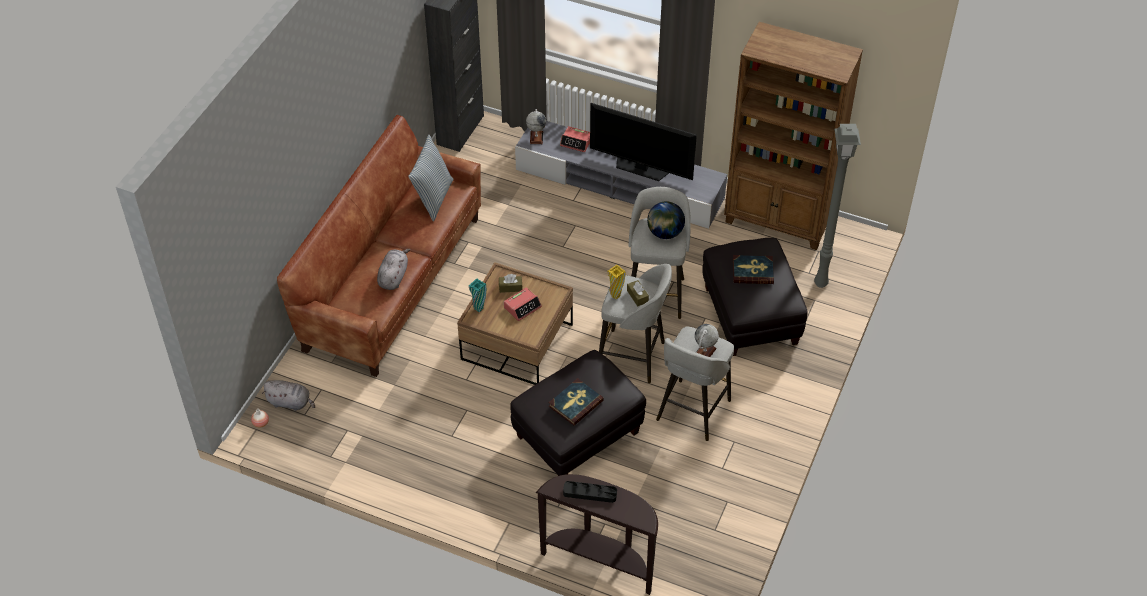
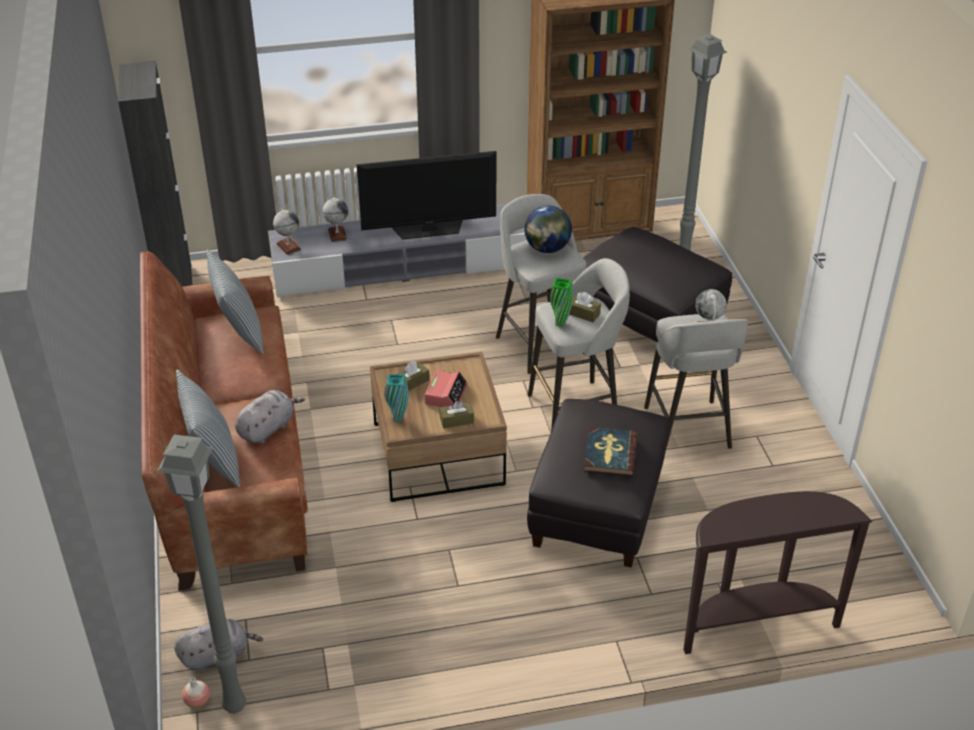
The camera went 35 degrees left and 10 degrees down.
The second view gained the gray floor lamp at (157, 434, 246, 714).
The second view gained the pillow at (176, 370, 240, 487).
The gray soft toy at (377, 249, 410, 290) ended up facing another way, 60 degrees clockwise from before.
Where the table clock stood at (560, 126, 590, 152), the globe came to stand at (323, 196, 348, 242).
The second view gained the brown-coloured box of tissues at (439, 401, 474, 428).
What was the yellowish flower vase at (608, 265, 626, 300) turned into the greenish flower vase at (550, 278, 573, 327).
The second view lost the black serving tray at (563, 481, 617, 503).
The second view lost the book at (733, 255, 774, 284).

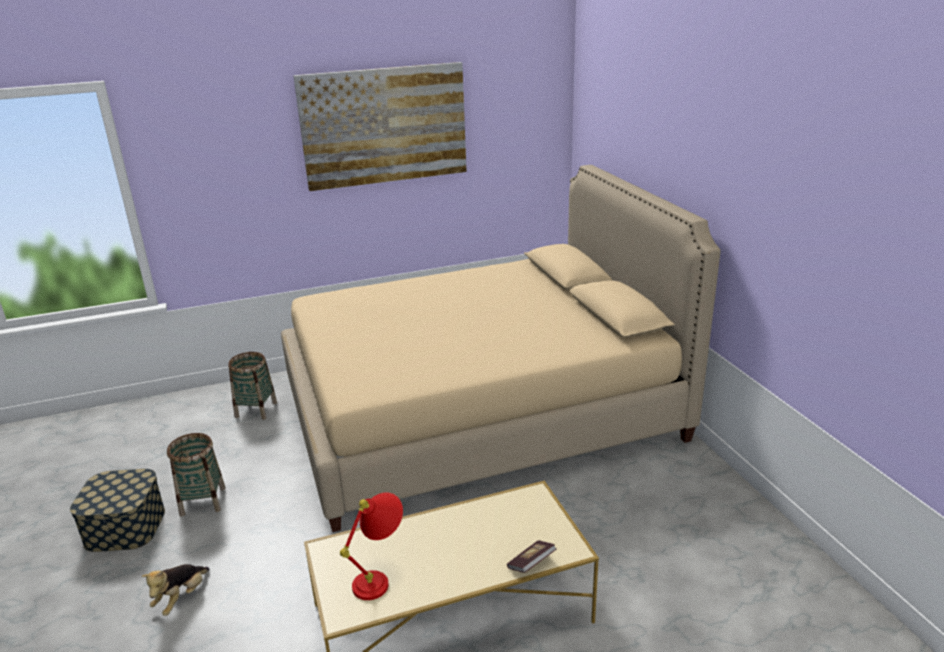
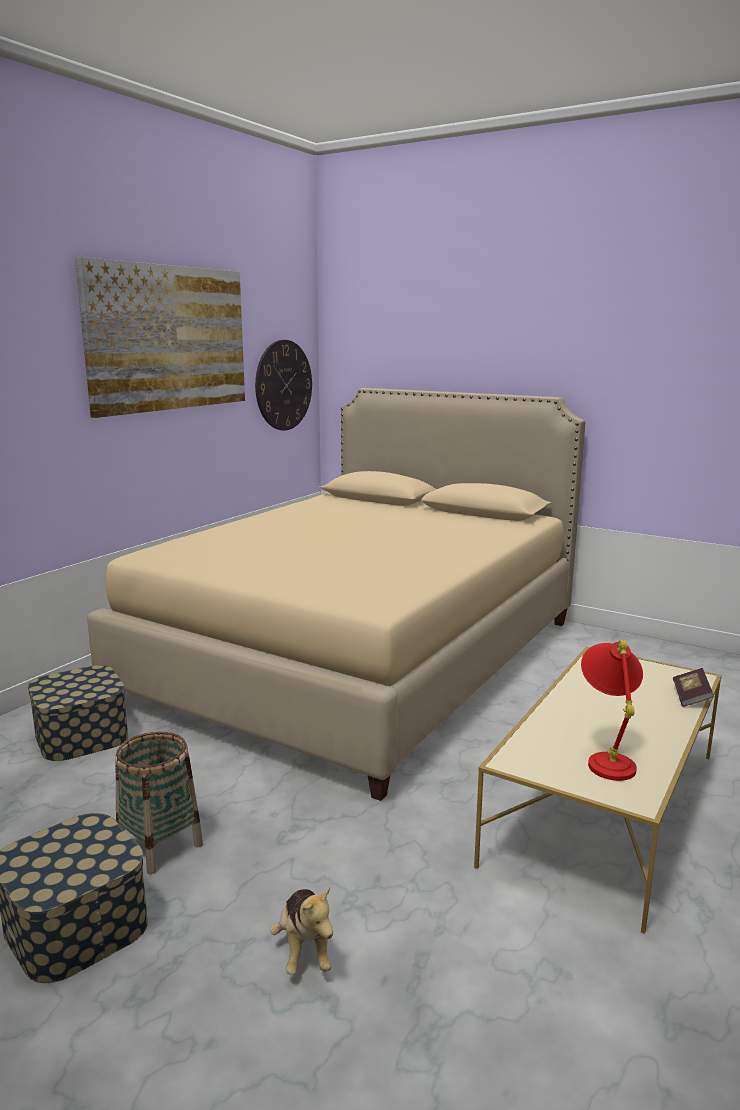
The camera went 40 degrees left and 10 degrees down.
Where the storage basket stood at (228, 352, 277, 420), the storage container came to stand at (28, 665, 128, 761).
The second view gained the clock on the wall at (255, 340, 312, 430).

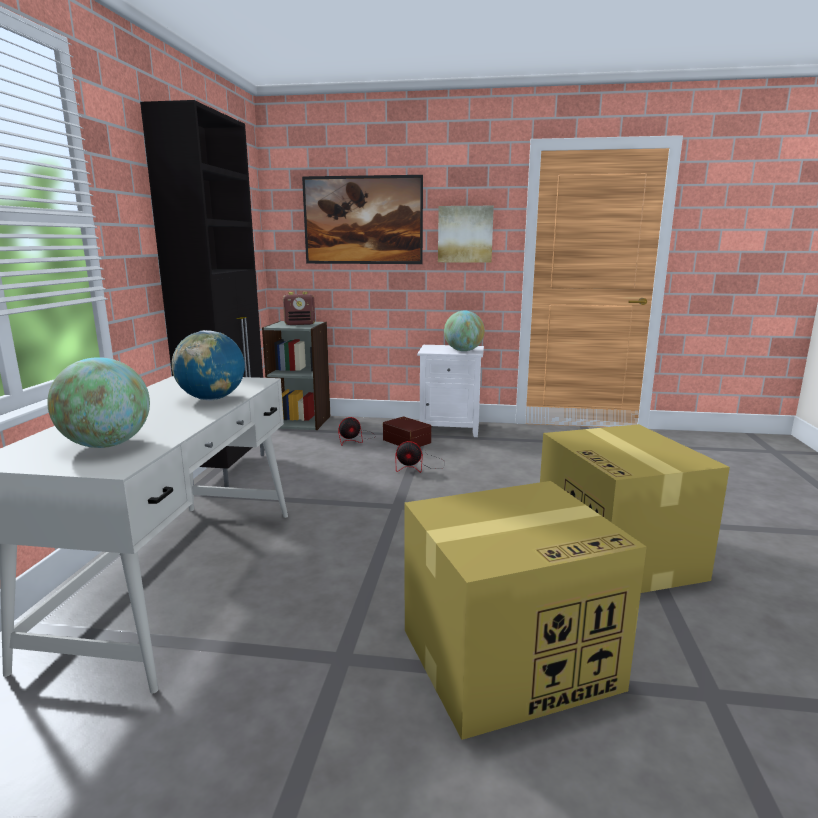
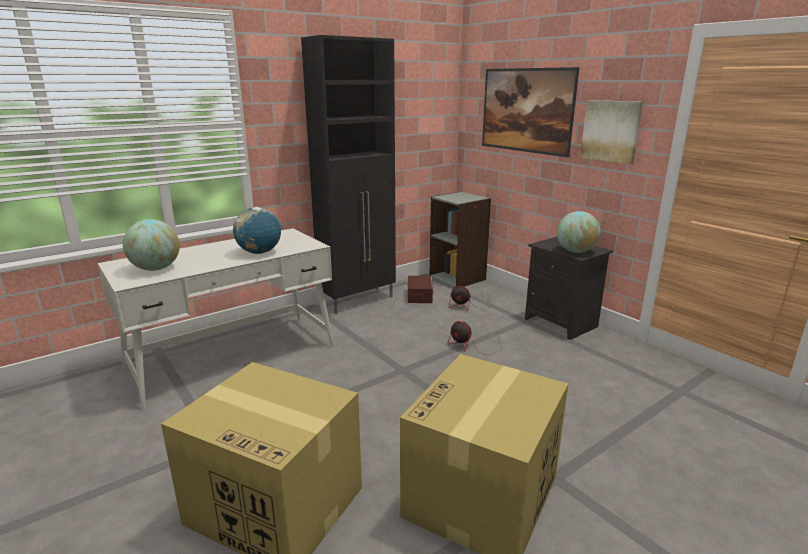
The camera went 45 degrees right and 5 degrees up.
The brown-coloured storage container ended up elsewhere, having gone from (383, 416, 431, 447) to (408, 276, 434, 303).
What was the white bedside table at (417, 345, 484, 437) turned into the black bedside table at (525, 237, 613, 340).
The second view lost the radio set at (283, 292, 315, 325).

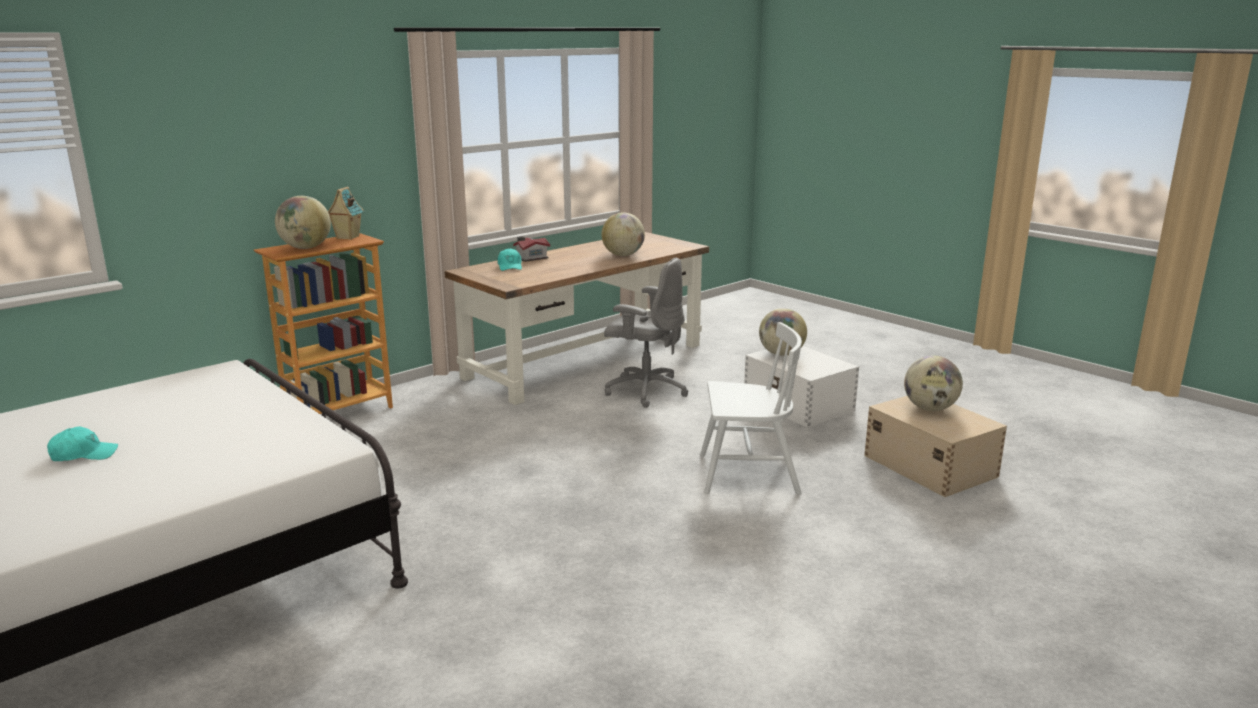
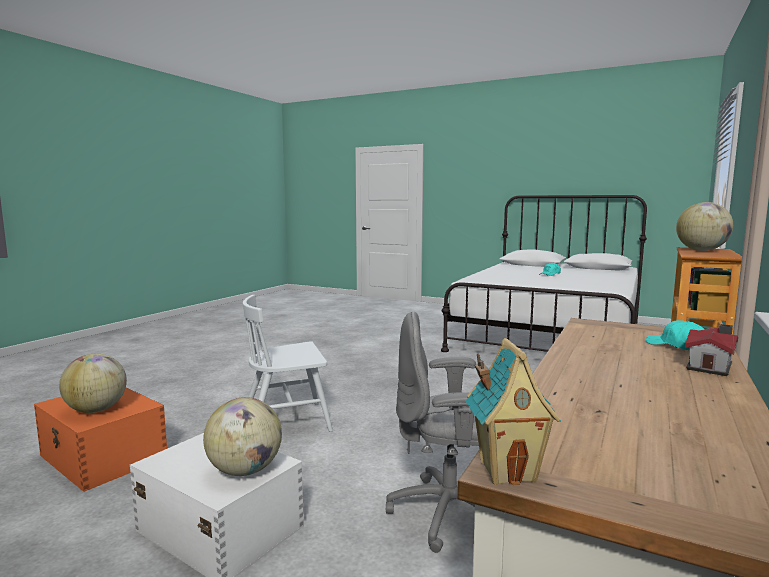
The camera went 160 degrees right and 10 degrees down.
What was the beige-coloured storage container at (864, 396, 1007, 497) turned into the orangey storage container at (34, 388, 167, 492).
The miniature house ended up elsewhere, having gone from (328, 187, 364, 240) to (465, 338, 561, 485).
The second view lost the globe at (601, 212, 645, 256).

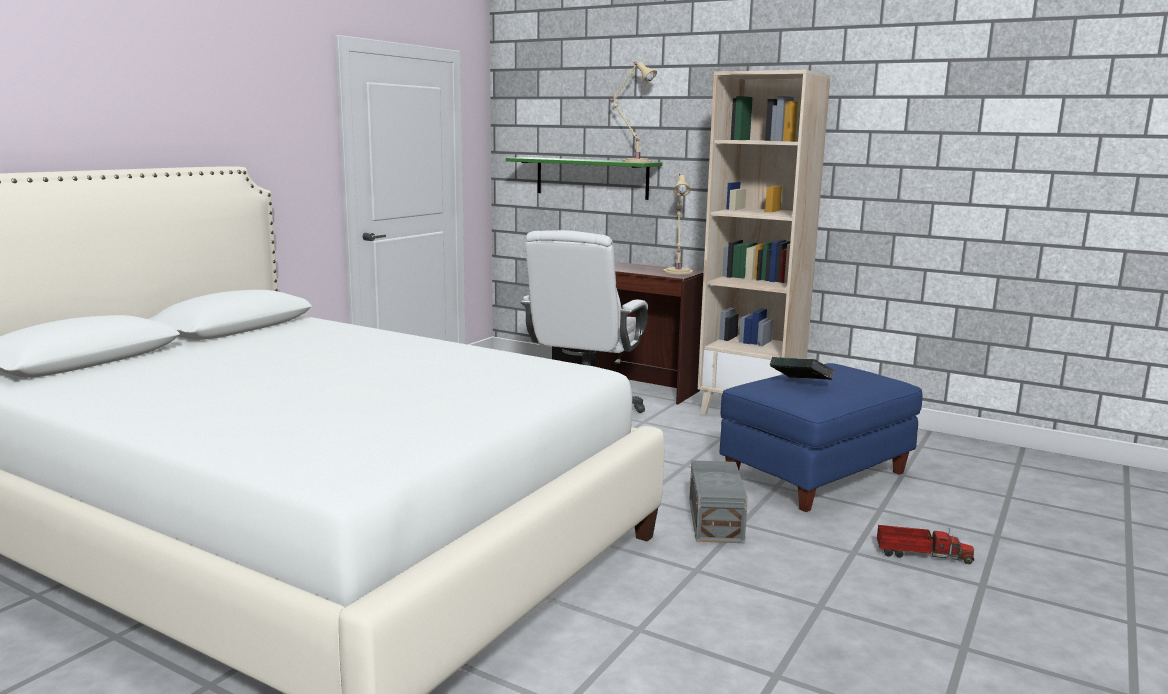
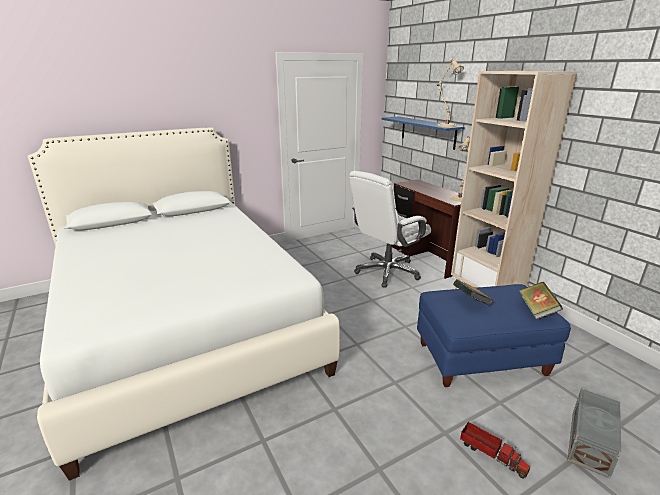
The camera went 30 degrees right and 10 degrees up.
What was the greenish shelf at (506, 157, 662, 200) turned into the bluish shelf at (382, 116, 465, 150).
The second view gained the book at (519, 282, 563, 320).
The gray storage container ended up elsewhere, having gone from (689, 460, 748, 543) to (567, 389, 621, 479).

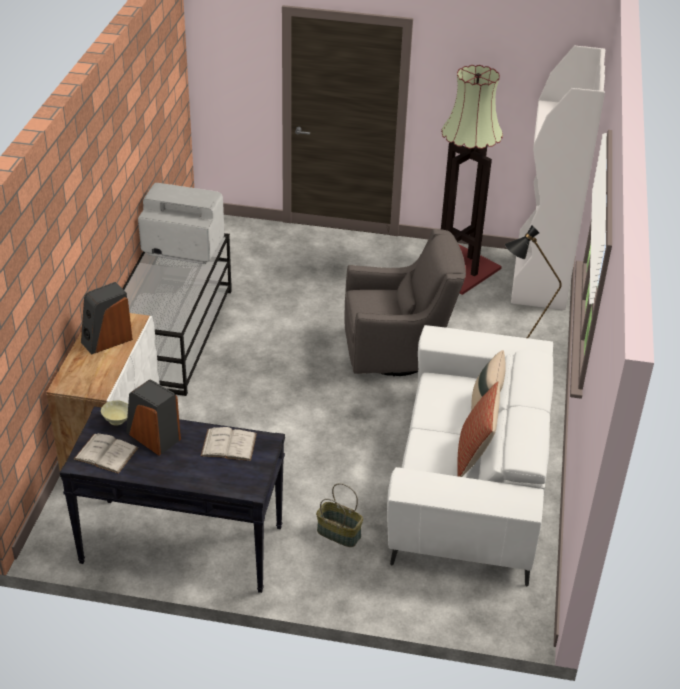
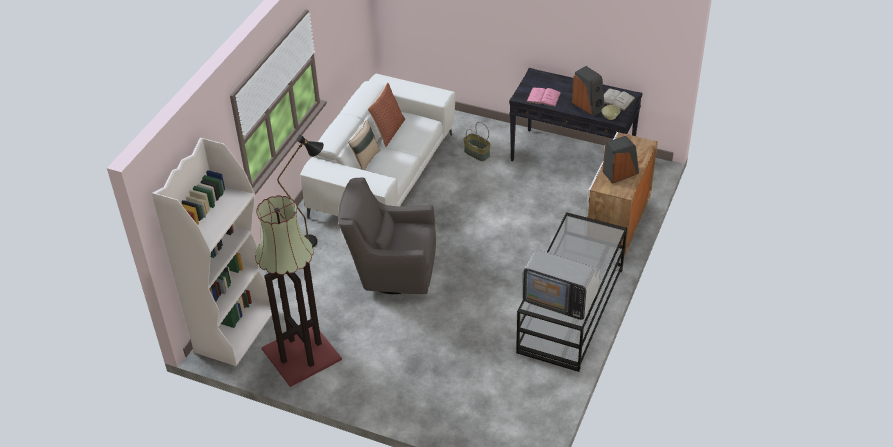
The camera went 165 degrees left and 5 degrees up.
What was the white book at (201, 427, 257, 461) turned into the pink-coloured book at (526, 87, 561, 107).

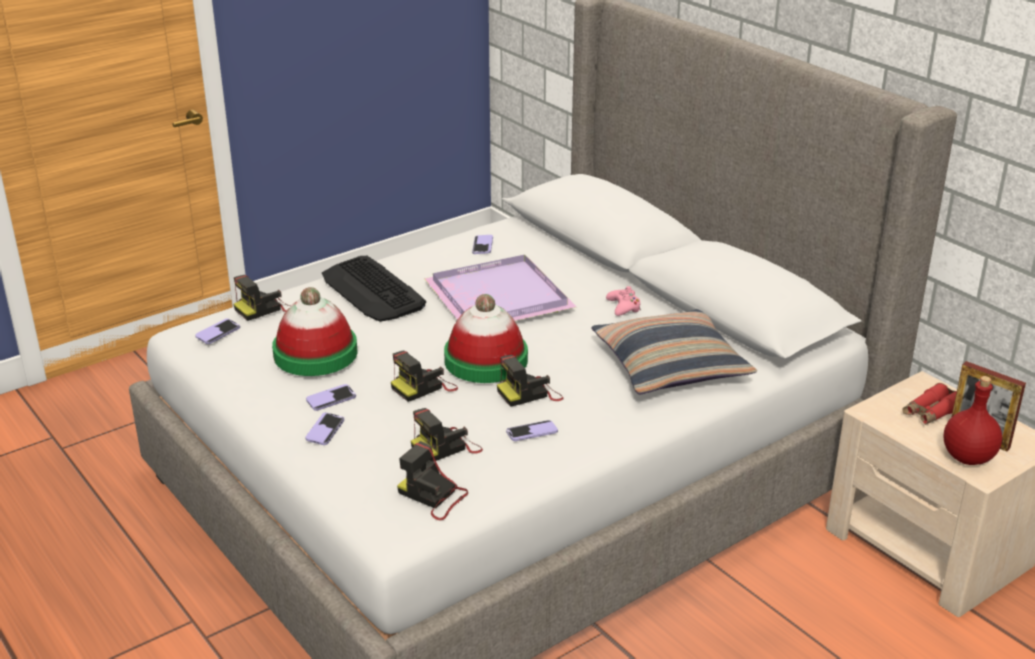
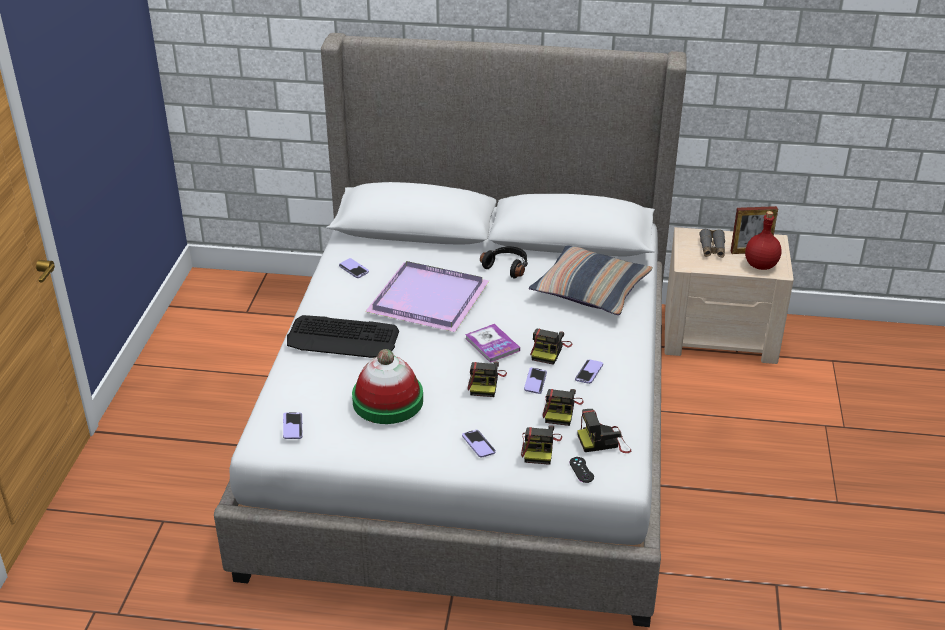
The camera went 45 degrees left and 5 degrees up.
Where the hat stood at (444, 294, 528, 383), the book came to stand at (465, 324, 520, 363).
Where the pink-coloured joypad stood at (606, 286, 641, 316), the black headphones came to stand at (480, 246, 528, 278).
The still camera ended up elsewhere, having gone from (233, 275, 290, 321) to (521, 425, 562, 465).
The handset ended up elsewhere, having gone from (306, 384, 356, 411) to (524, 367, 547, 394).
The second view gained the black joypad at (570, 457, 594, 483).
What was the reddish binoculars at (902, 383, 957, 425) turned into the gray binoculars at (700, 229, 725, 258).

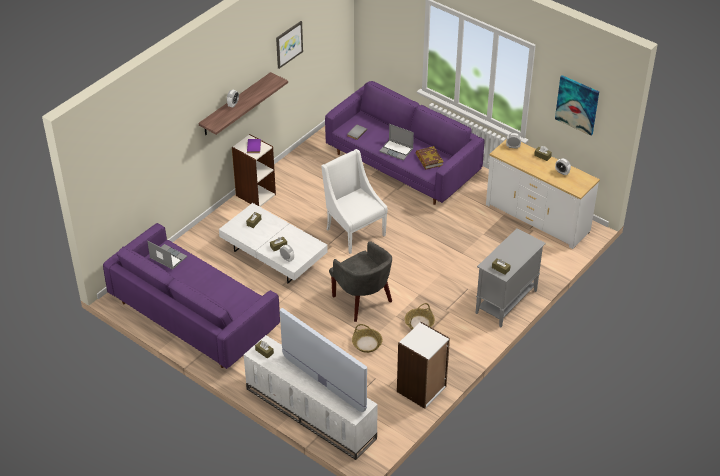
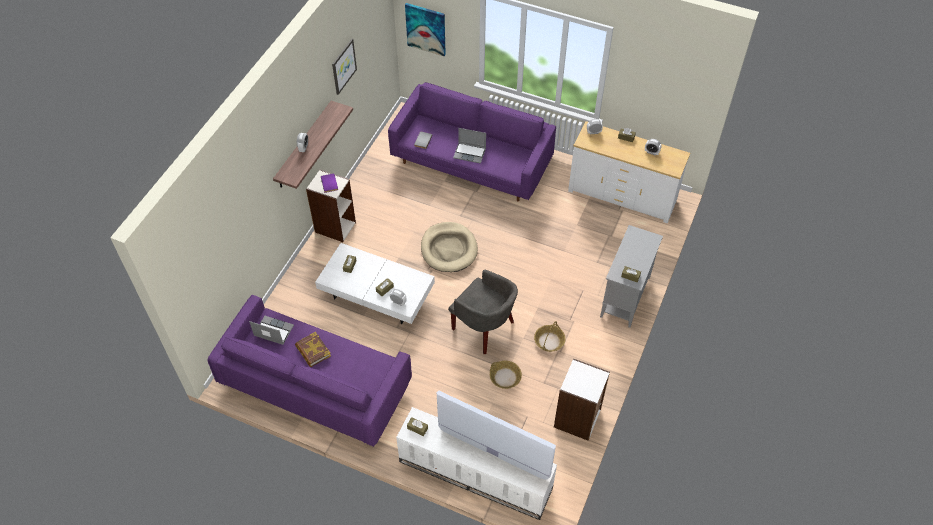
The camera went 15 degrees left and 10 degrees up.
The book ended up elsewhere, having gone from (416, 146, 443, 169) to (295, 332, 331, 367).
The wall art ended up elsewhere, having gone from (555, 75, 599, 136) to (405, 3, 446, 56).
Where the white lounge chair stood at (321, 149, 388, 254), the beige-coloured dog bed came to stand at (421, 222, 478, 272).

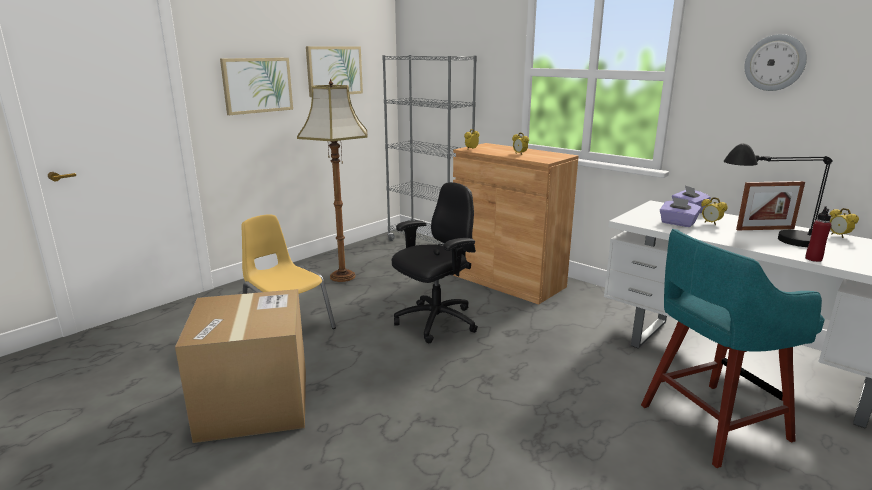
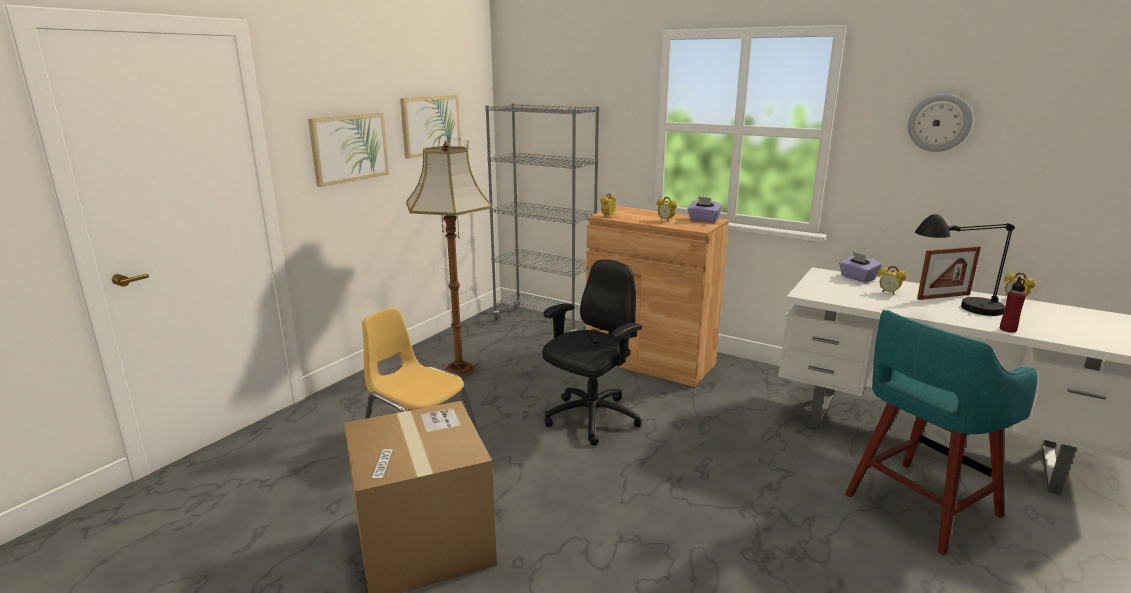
The camera went 10 degrees left and 0 degrees up.
The purple-coloured box of tissues ended up elsewhere, having gone from (660, 197, 701, 227) to (688, 197, 723, 223).

